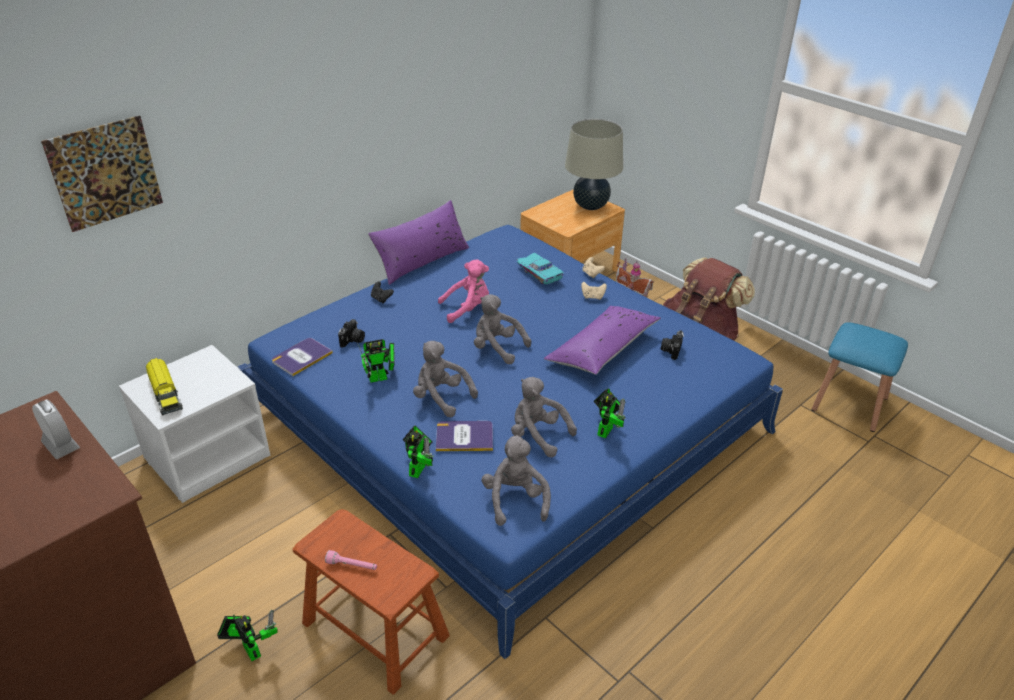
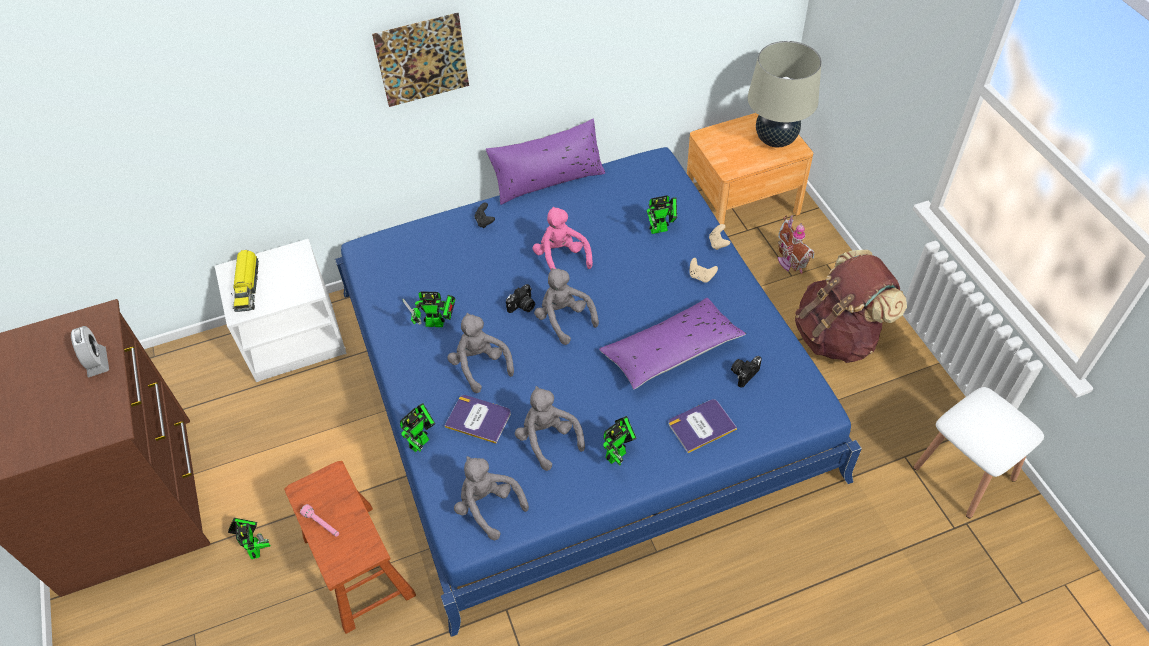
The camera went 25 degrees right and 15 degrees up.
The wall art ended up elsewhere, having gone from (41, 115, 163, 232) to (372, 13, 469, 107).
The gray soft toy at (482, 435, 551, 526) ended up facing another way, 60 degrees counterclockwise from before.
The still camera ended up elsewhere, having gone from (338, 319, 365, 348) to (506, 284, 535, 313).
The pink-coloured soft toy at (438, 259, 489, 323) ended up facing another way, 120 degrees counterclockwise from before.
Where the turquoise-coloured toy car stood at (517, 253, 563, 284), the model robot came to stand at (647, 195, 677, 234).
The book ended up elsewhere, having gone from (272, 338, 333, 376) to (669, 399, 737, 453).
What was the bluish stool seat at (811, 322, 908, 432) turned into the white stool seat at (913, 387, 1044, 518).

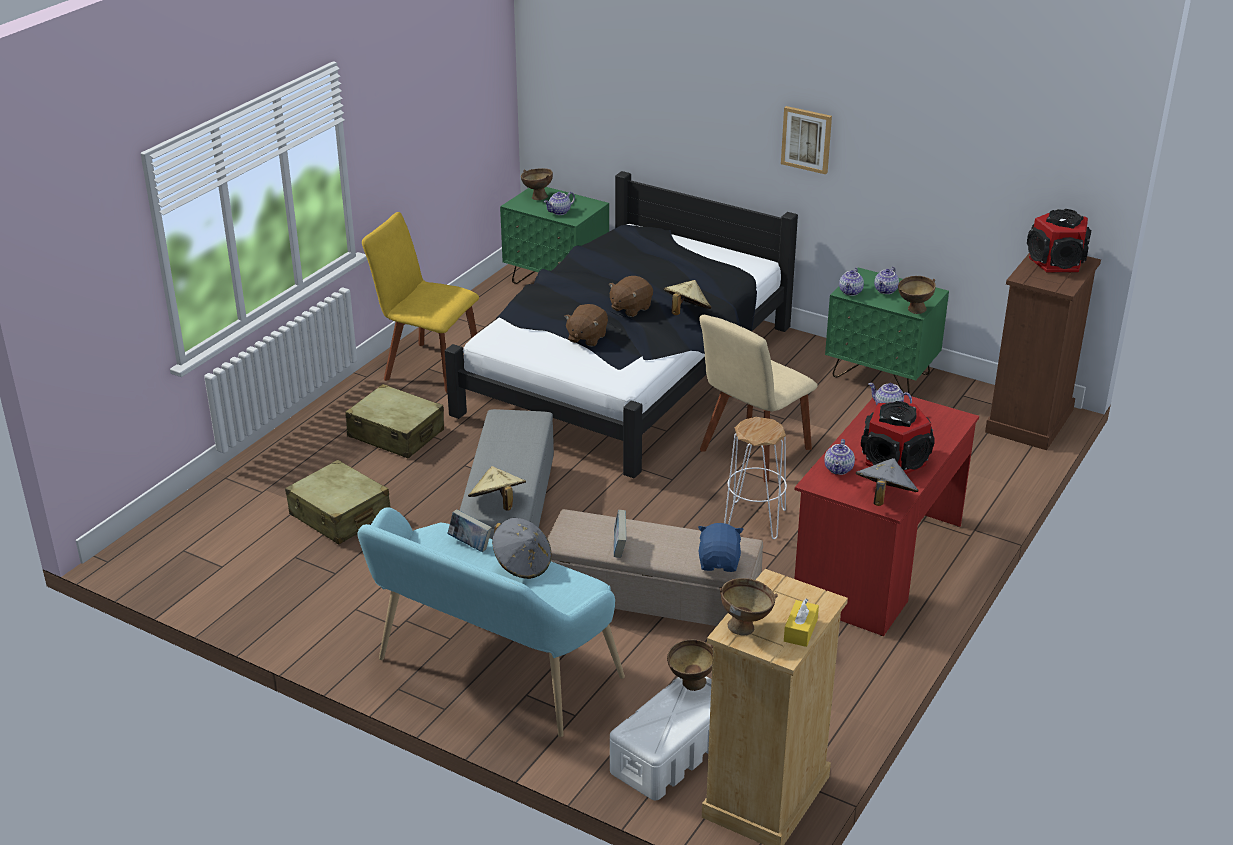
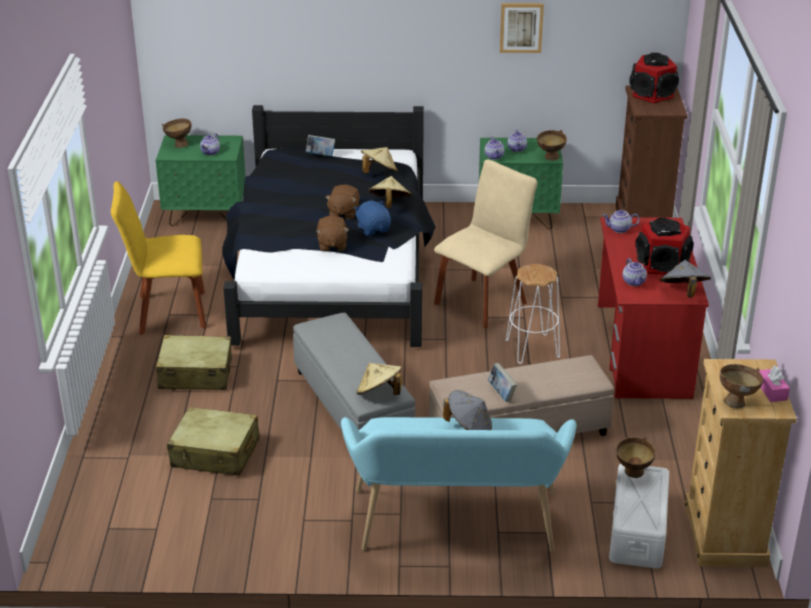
The camera went 30 degrees left and 0 degrees up.
The book ended up elsewhere, having gone from (447, 509, 492, 552) to (306, 135, 335, 156).
The bluish soft toy ended up elsewhere, having gone from (698, 523, 744, 572) to (354, 201, 391, 236).
The second view gained the beige-coloured hat at (361, 147, 398, 173).
The beige-coloured plain chair at (699, 315, 818, 482) ended up facing another way, 150 degrees counterclockwise from before.
The wall art ended up elsewhere, having gone from (781, 106, 832, 174) to (500, 3, 544, 53).
What was the yellowish box of tissues at (784, 599, 819, 647) turned into the pink-coloured box of tissues at (759, 366, 790, 402).

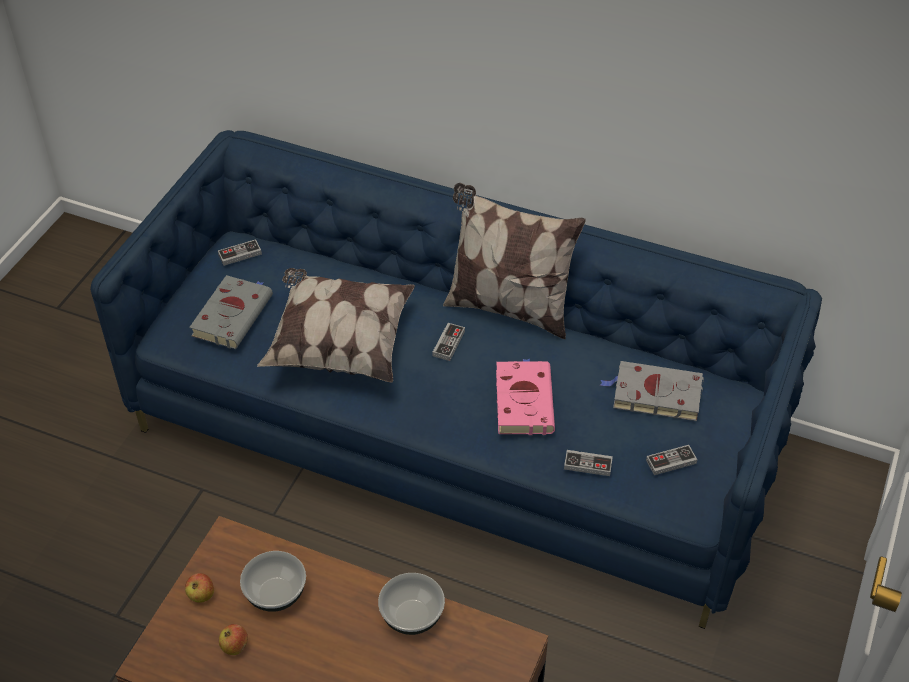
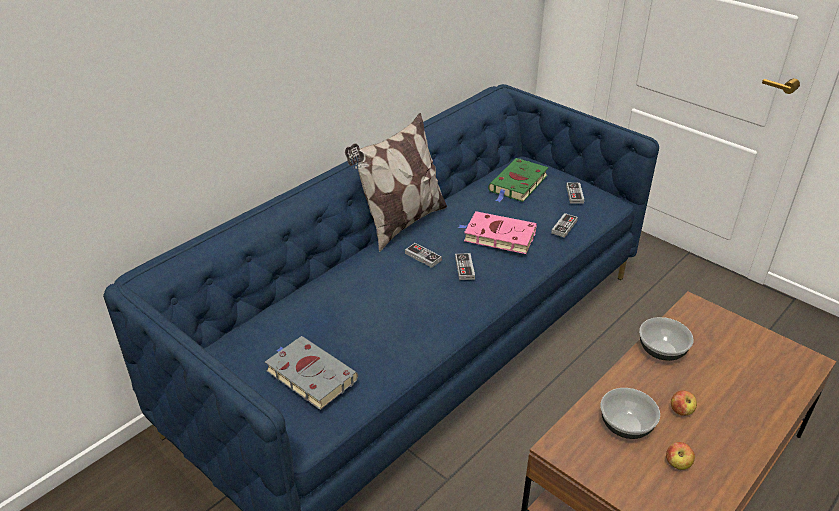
The camera went 70 degrees left and 10 degrees down.
The joypad ended up elsewhere, having gone from (218, 239, 262, 266) to (455, 253, 475, 280).
What was the gray book at (600, 361, 704, 421) turned into the greenish book at (488, 158, 549, 203).
The apple fruit ended up elsewhere, having gone from (185, 573, 214, 603) to (671, 390, 697, 416).
The second view lost the pillow at (257, 268, 415, 382).

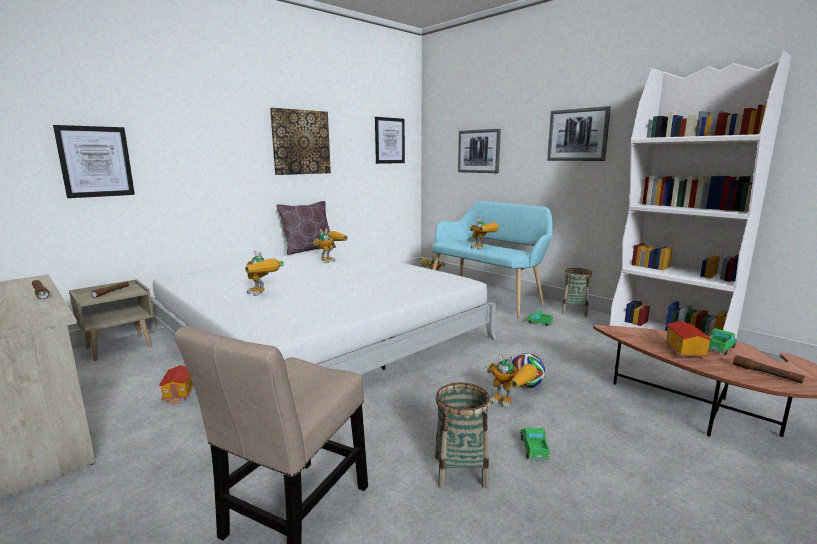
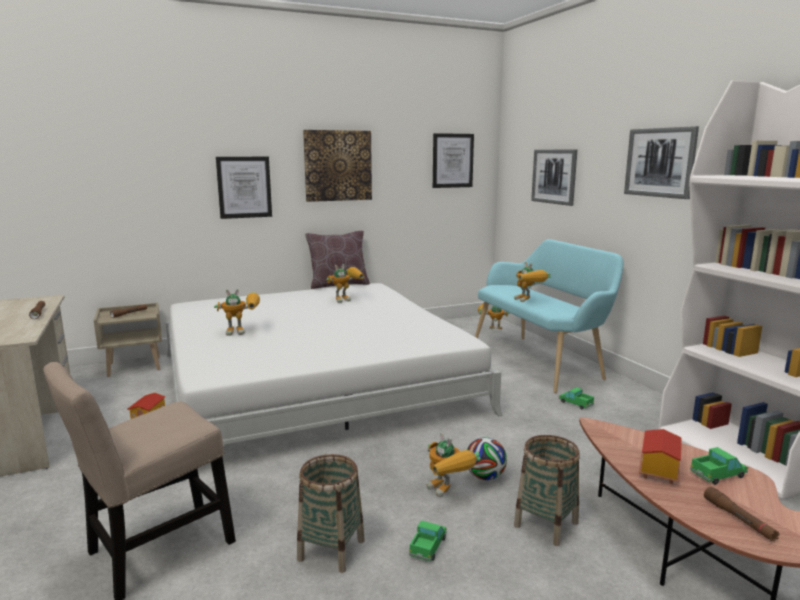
The camera went 20 degrees right and 0 degrees up.
The model robot at (245, 250, 284, 296) ended up facing another way, 75 degrees counterclockwise from before.
The wall art ended up elsewhere, having gone from (53, 125, 135, 198) to (216, 157, 272, 219).
The storage basket ended up elsewhere, having gone from (562, 268, 592, 317) to (514, 435, 580, 546).

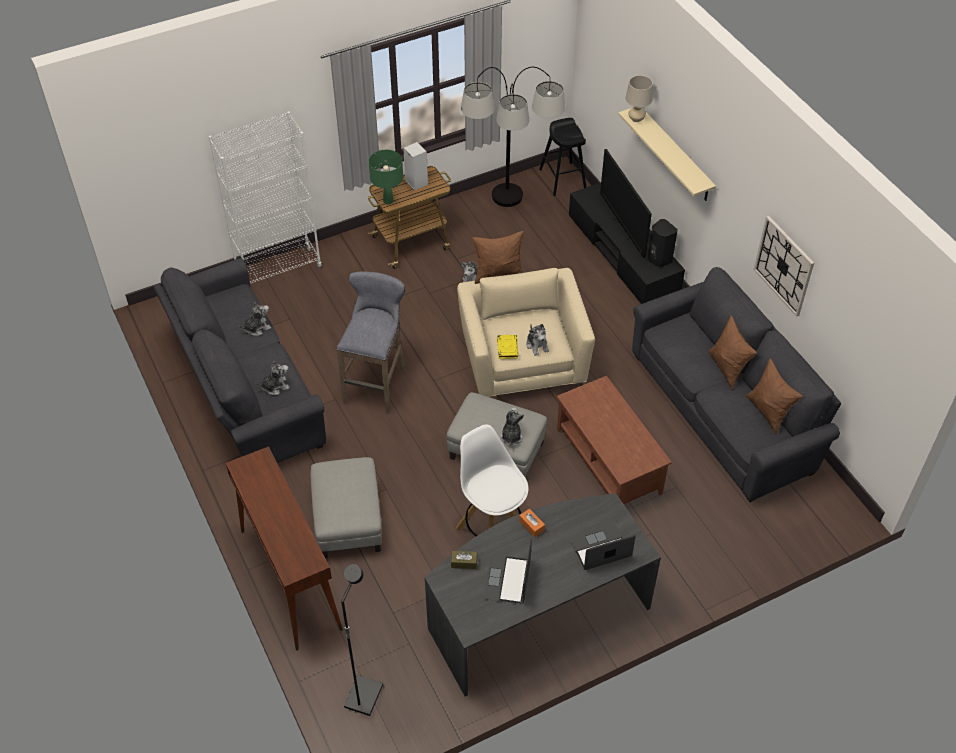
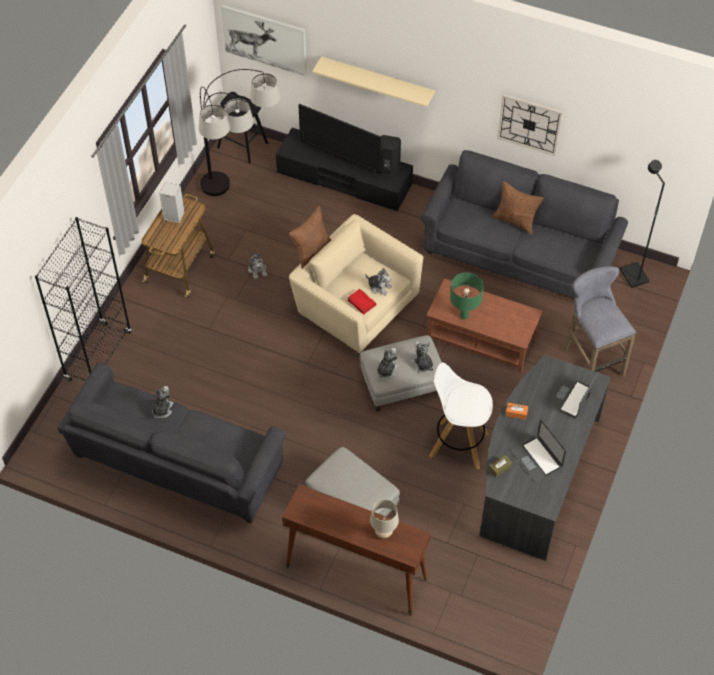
The camera went 40 degrees left and 5 degrees up.
What was the white shelving unit at (209, 111, 322, 284) turned into the black shelving unit at (35, 217, 132, 381).
The second view gained the wall art at (221, 5, 307, 76).
What was the yellowish book at (497, 335, 518, 359) turned into the reddish book at (347, 289, 377, 315).
The beige-coloured table lamp ended up elsewhere, having gone from (625, 75, 653, 122) to (370, 499, 399, 538).
The soft toy ended up elsewhere, having gone from (256, 361, 290, 395) to (377, 348, 398, 379).
The greenish table lamp ended up elsewhere, having gone from (369, 150, 403, 204) to (450, 272, 484, 320).
The gray stool seat ended up elsewhere, having gone from (337, 272, 406, 414) to (563, 266, 636, 377).
The black floor lamp ended up elsewhere, having gone from (341, 564, 383, 716) to (620, 160, 665, 288).
The second view lost the brown-coloured pillow at (746, 358, 803, 435).

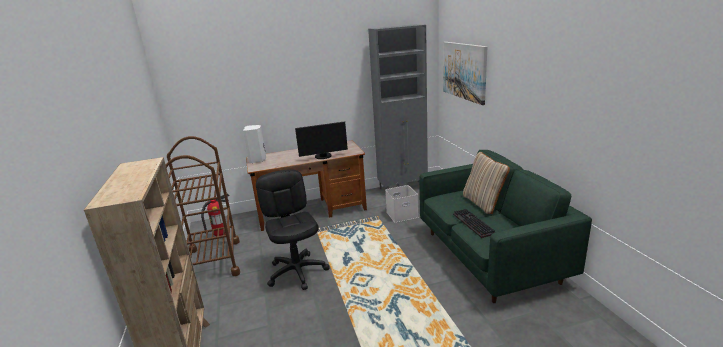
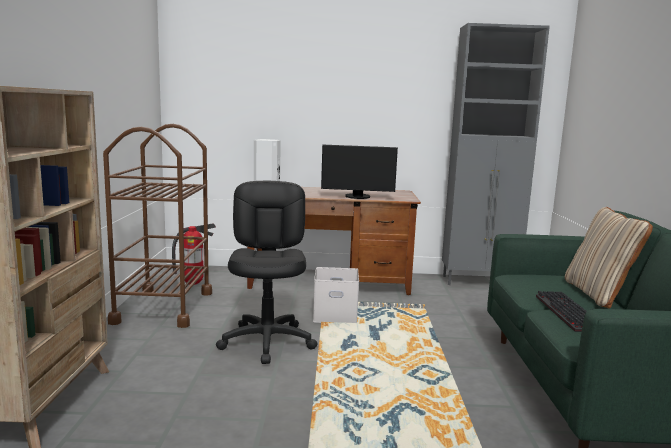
The camera went 15 degrees right and 10 degrees down.
The white storage container ended up elsewhere, having gone from (385, 185, 418, 223) to (313, 267, 359, 323).
The second view lost the wall art at (443, 42, 487, 105).

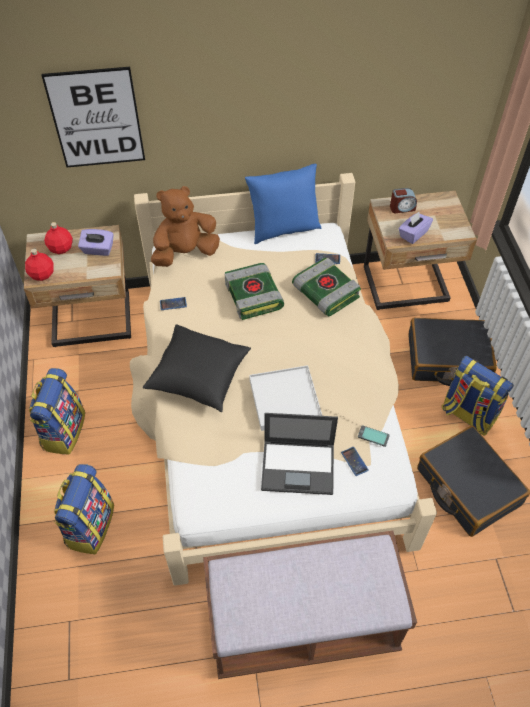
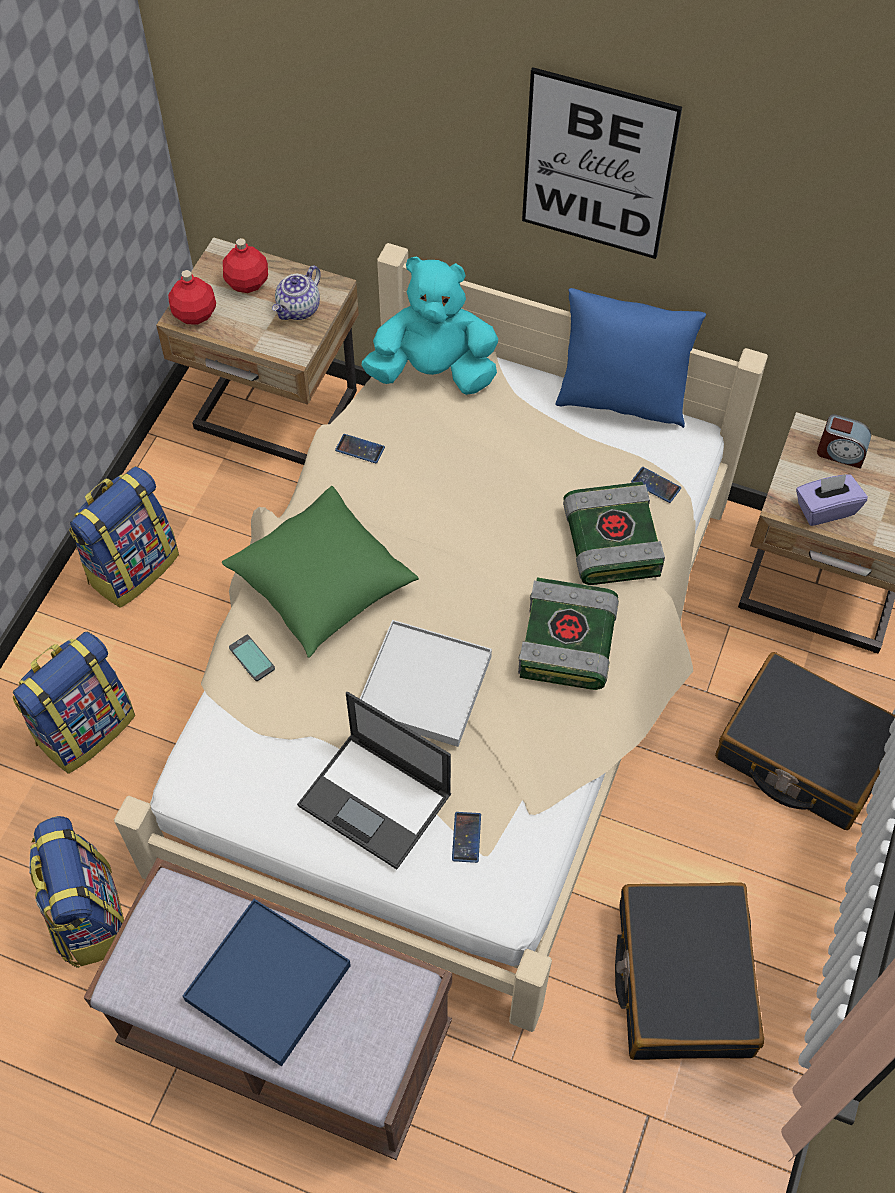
The camera went 30 degrees right and 5 degrees up.
The rucksack ended up elsewhere, having gone from (442, 356, 514, 436) to (29, 816, 124, 968).
The second view gained the bluish serving tray at (183, 899, 351, 1066).
What was the black pillow at (143, 324, 251, 412) turned into the greenish pillow at (222, 486, 419, 658).
The handset ended up elsewhere, having gone from (358, 426, 390, 447) to (229, 635, 275, 681).
Where the purple-coloured box of tissues stood at (78, 229, 114, 256), the pot for tea came to stand at (272, 266, 321, 320).
What was the brown-coloured soft toy at (151, 186, 220, 267) turned into the turquoise-coloured soft toy at (362, 256, 498, 395).
The book ended up elsewhere, having gone from (225, 263, 284, 320) to (518, 577, 619, 690).
The wall art ended up elsewhere, having gone from (41, 67, 145, 167) to (522, 67, 682, 259).

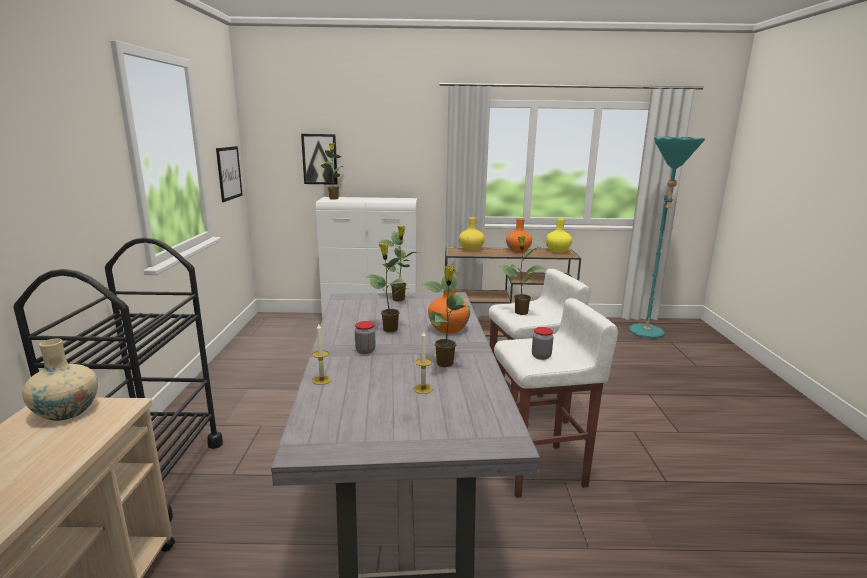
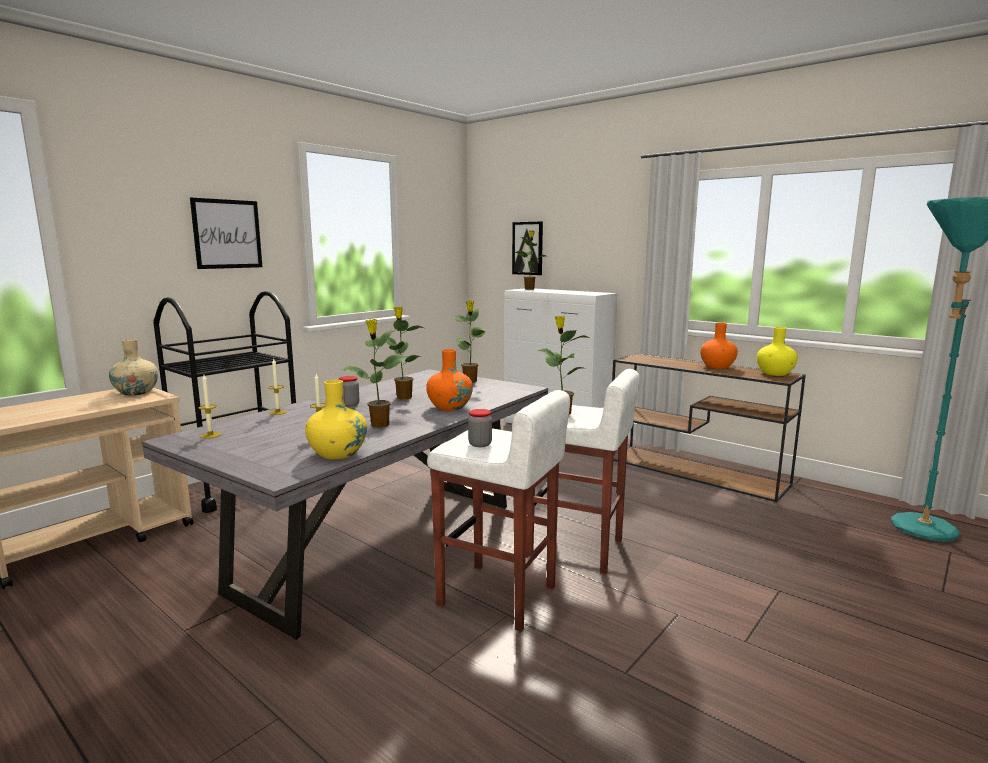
The camera went 40 degrees right and 5 degrees down.
The wall art ended up elsewhere, having gone from (216, 146, 243, 202) to (190, 198, 262, 269).
The second view gained the candle at (198, 375, 221, 439).
The yellowish flower vase ended up elsewhere, having gone from (459, 217, 485, 251) to (305, 380, 367, 459).

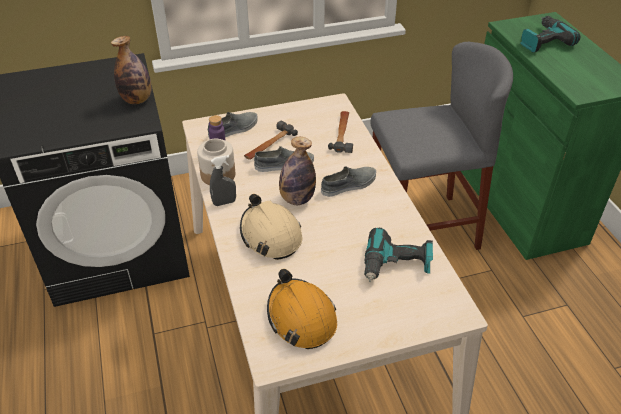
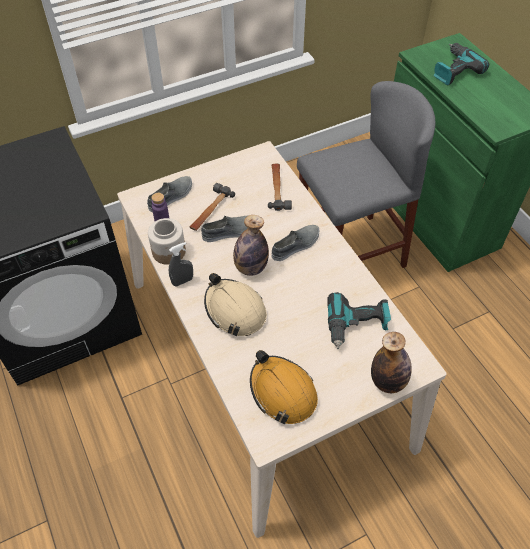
The camera went 10 degrees left and 10 degrees up.
The bottle ended up elsewhere, having gone from (111, 36, 152, 104) to (371, 332, 412, 393).

